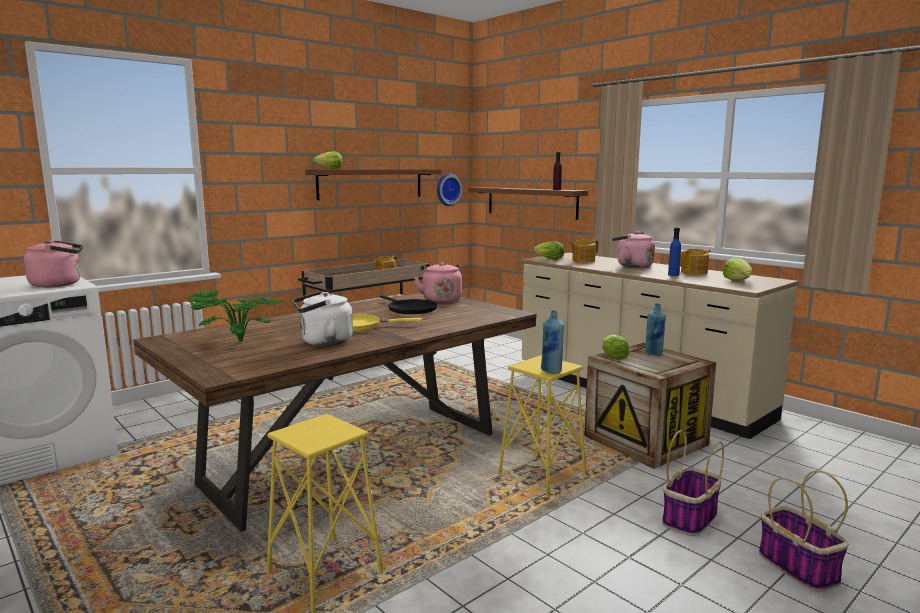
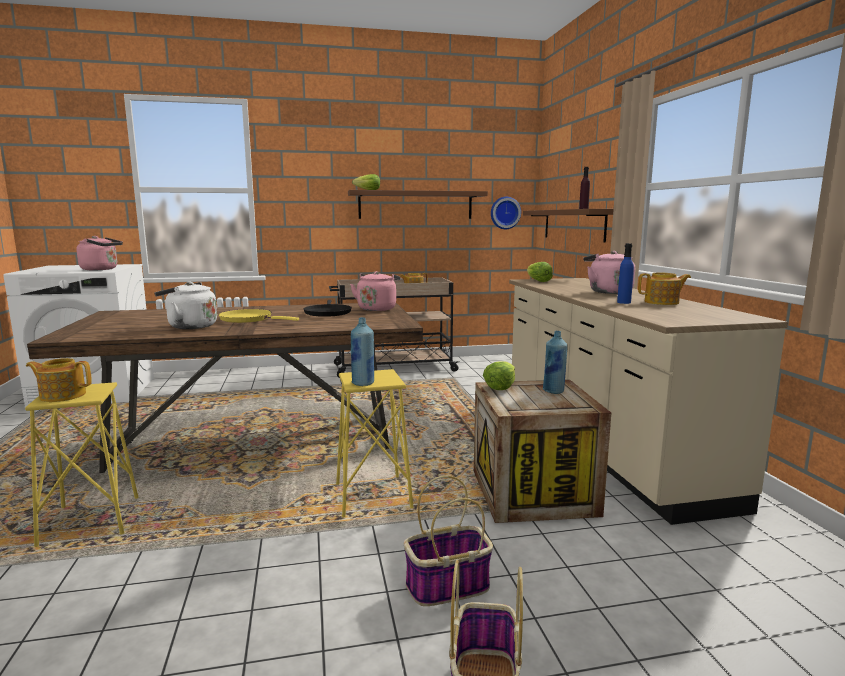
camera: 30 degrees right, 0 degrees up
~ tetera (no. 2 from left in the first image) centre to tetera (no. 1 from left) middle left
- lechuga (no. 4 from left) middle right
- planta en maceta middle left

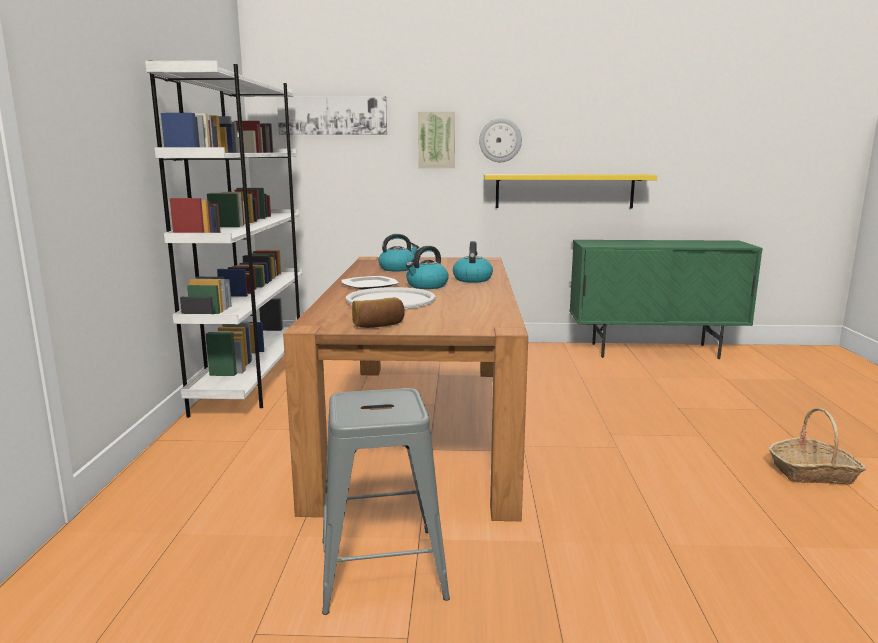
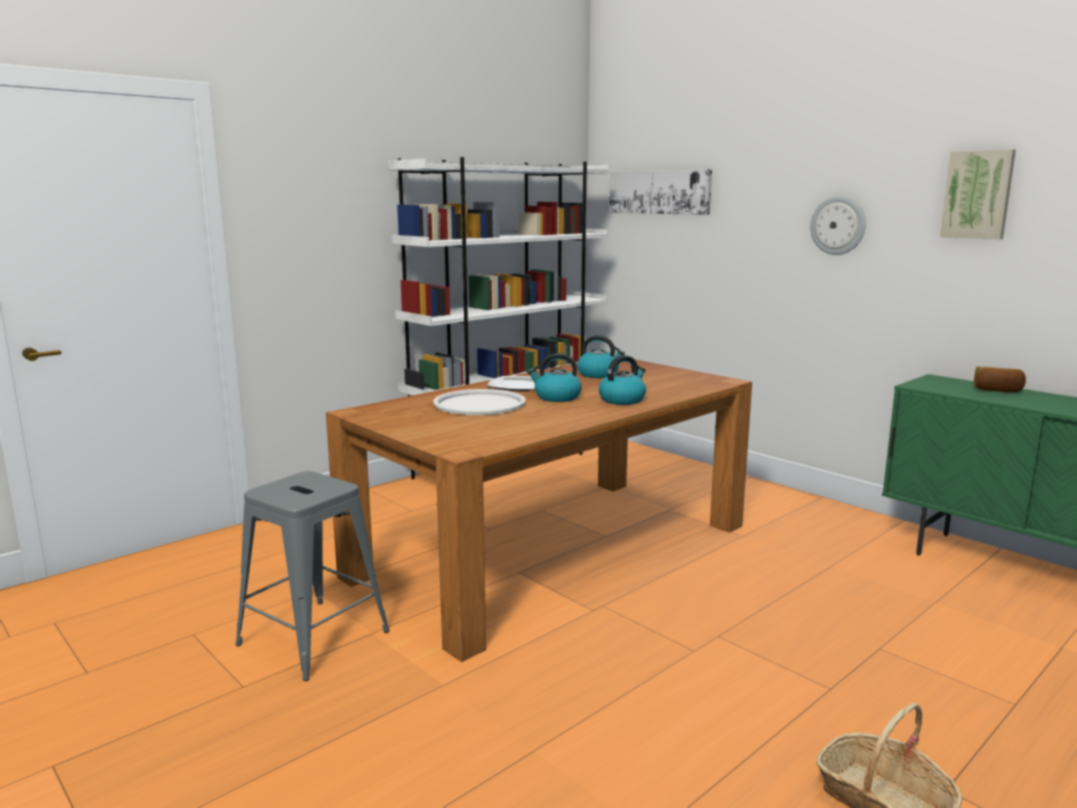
camera: 45 degrees right, 0 degrees up
~ cuadro (no. 2 from left) top centre to top right
- estante [amarillo] top centre
~ pan centre to middle right

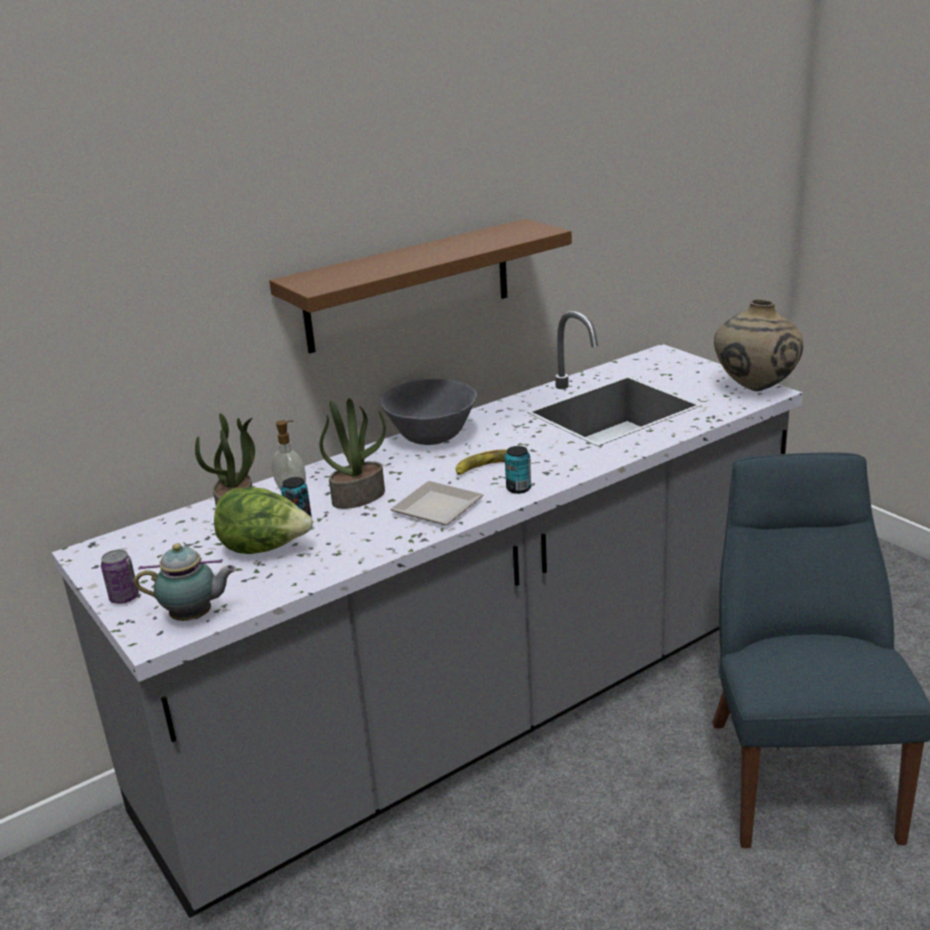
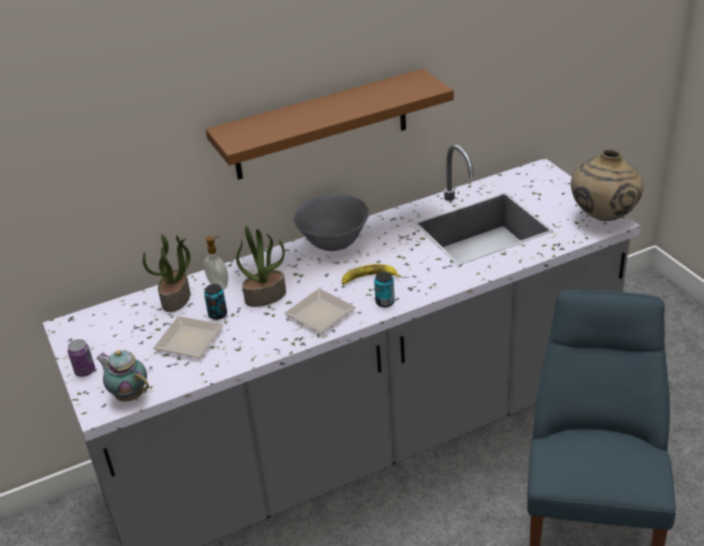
camera: 10 degrees right, 10 degrees up
~ lechuga middle left to plato (no. 1 from left) middle left
~ tetera middle left = bottom left 150 degrees counterclockwise

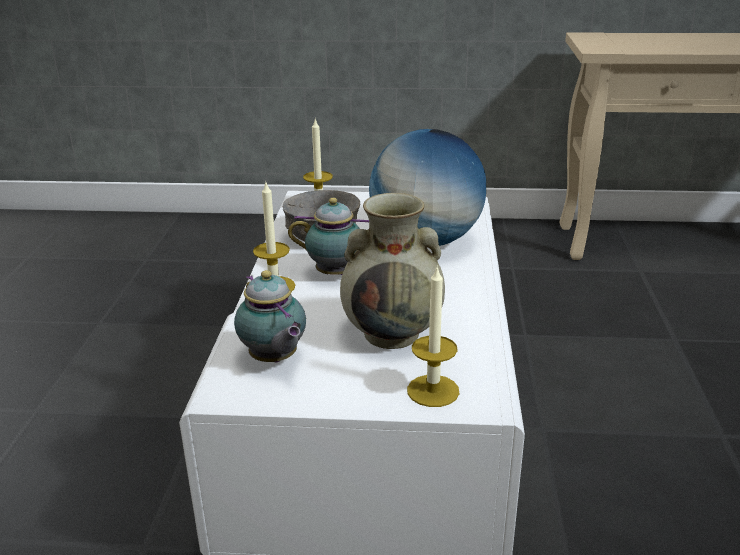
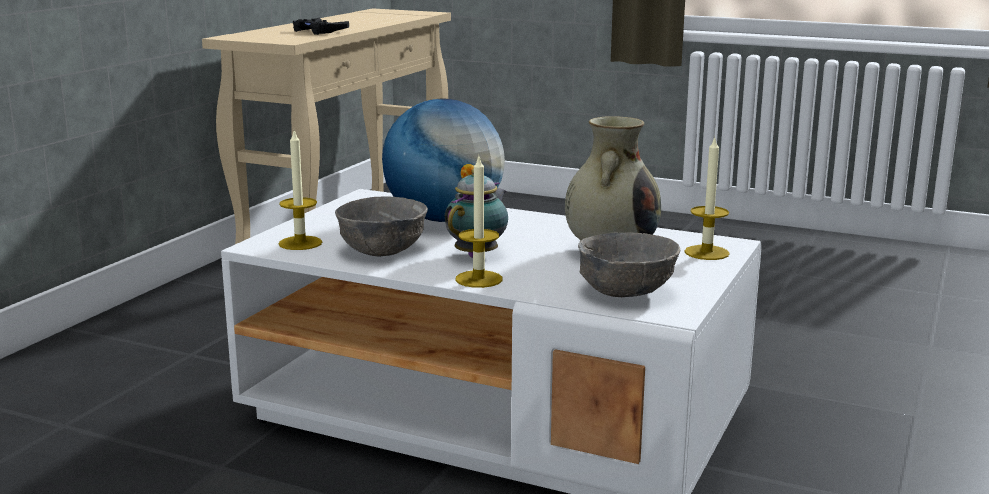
camera: 70 degrees left, 10 degrees down
~ tetera (no. 1 from left) centre to cuenco [gris] (no. 2 from left) centre
+ mando de consola [negro] top left

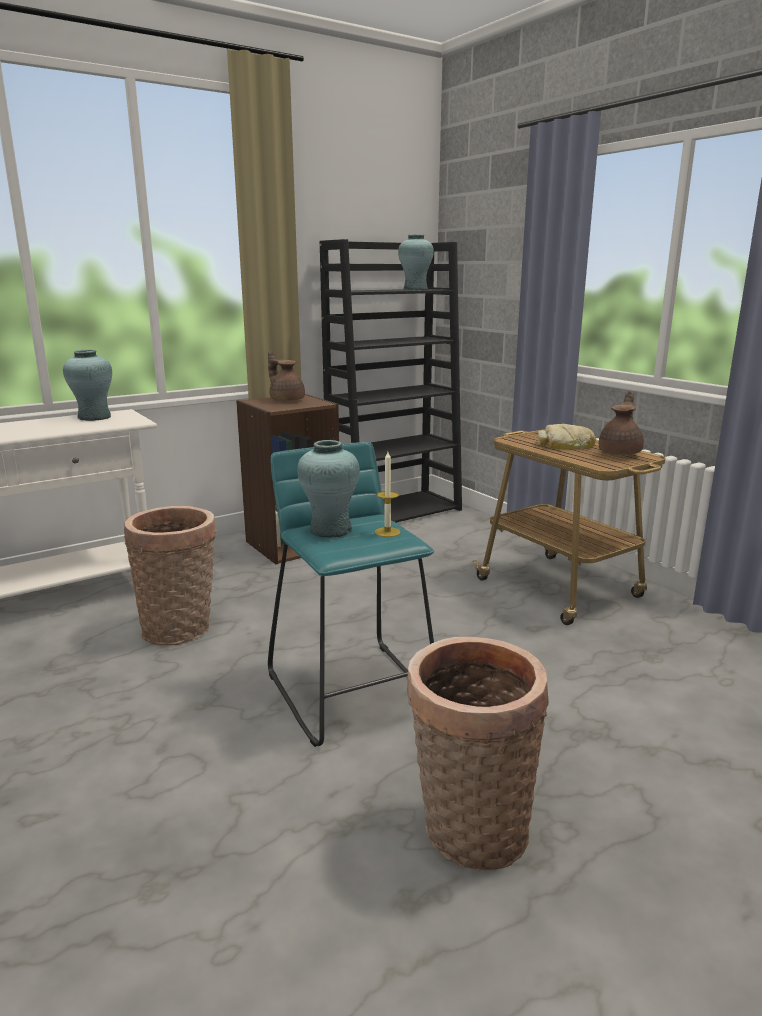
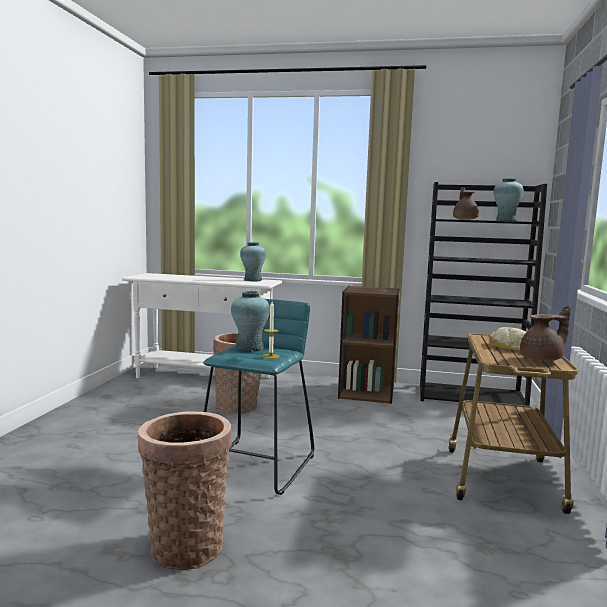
camera: 45 degrees right, 10 degrees down
~ tetera [marrón] (no. 1 from left) centre to middle right

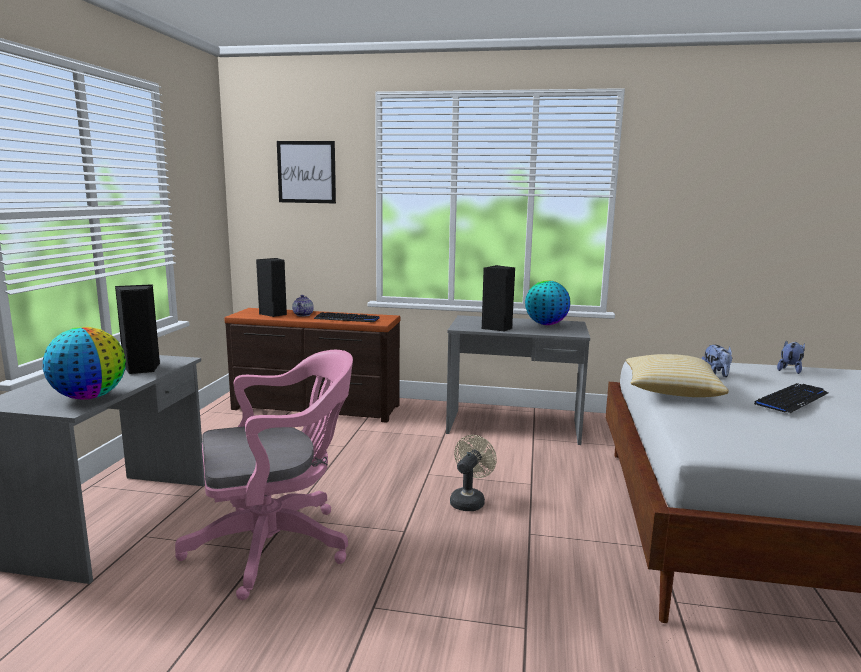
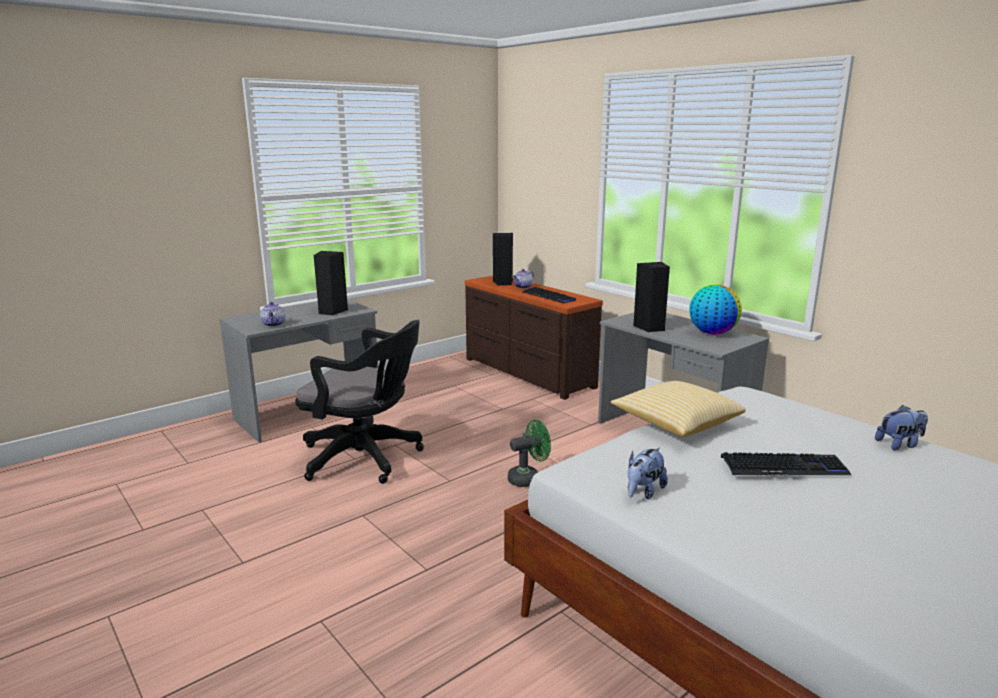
camera: 40 degrees right, 5 degrees up
- cuadro top centre
~ globo terráqueo (no. 1 from left) middle left to tetera (no. 1 from left) middle left
~ peluche (no. 1 from left) middle right to bottom centre
~ silla de oficina [rosa] bottom left to silla de oficina [negro] centre
~ ventilador [beis] bottom centre to ventilador [verde] centre

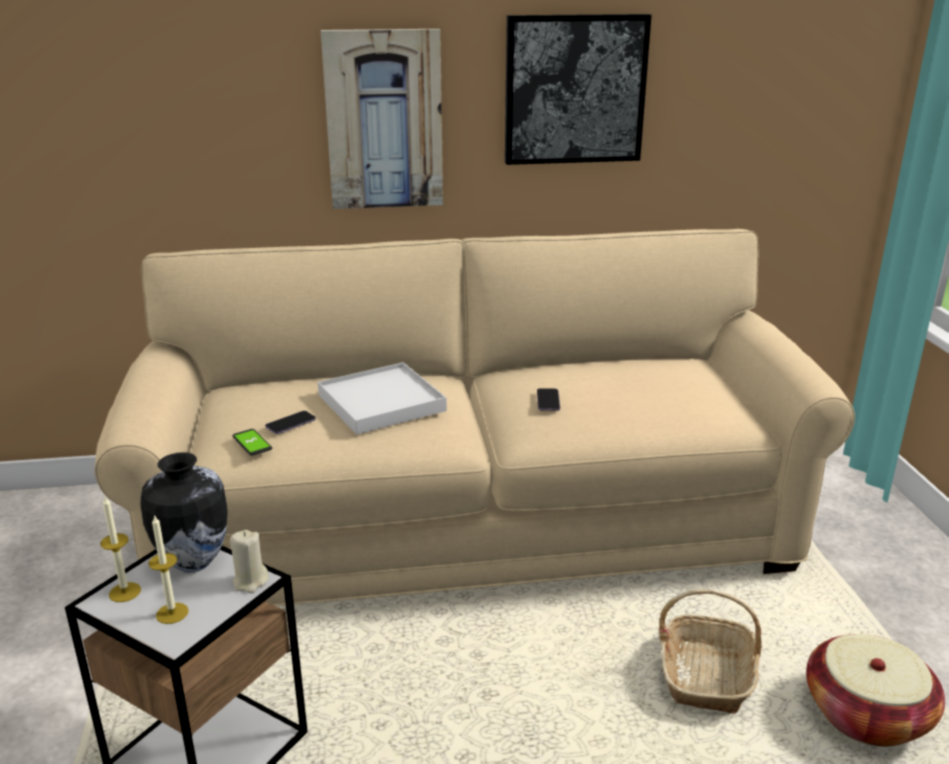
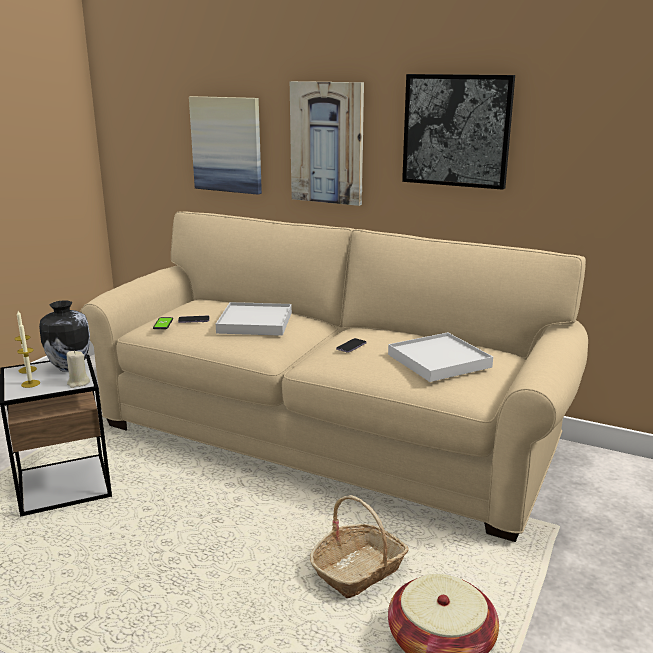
camera: 35 degrees right, 5 degrees down
+ cuadro (no. 1 from left) top centre
+ bandeja [blanco] (no. 2 from left) middle right

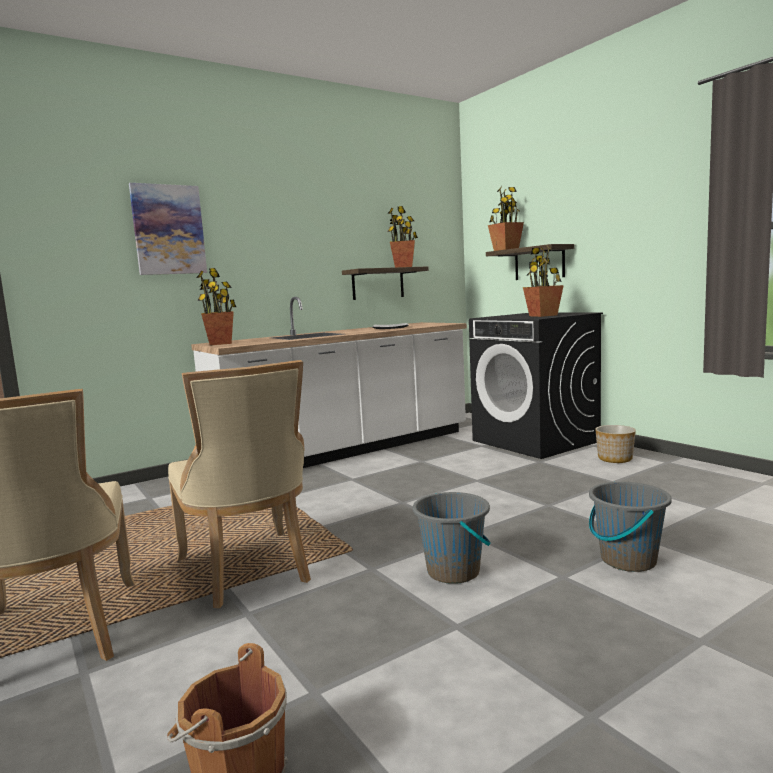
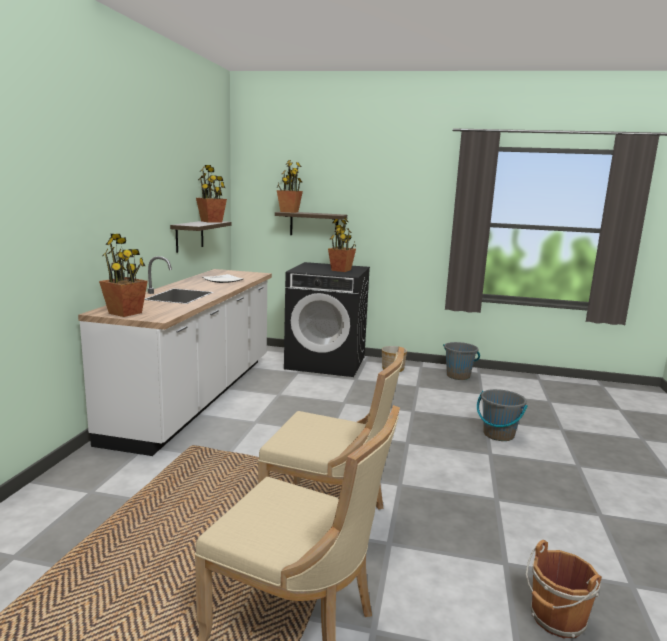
camera: 45 degrees left, 5 degrees up
- cuadro top left
~ cubo [gris] (no. 1 from left) bottom centre to middle right

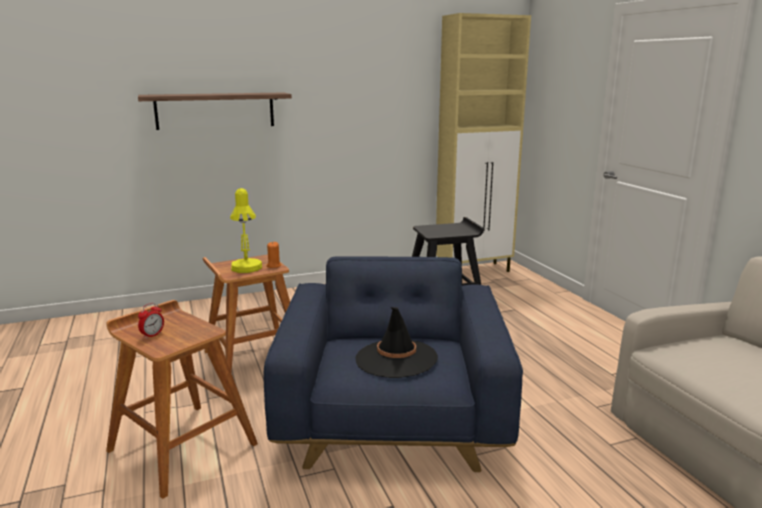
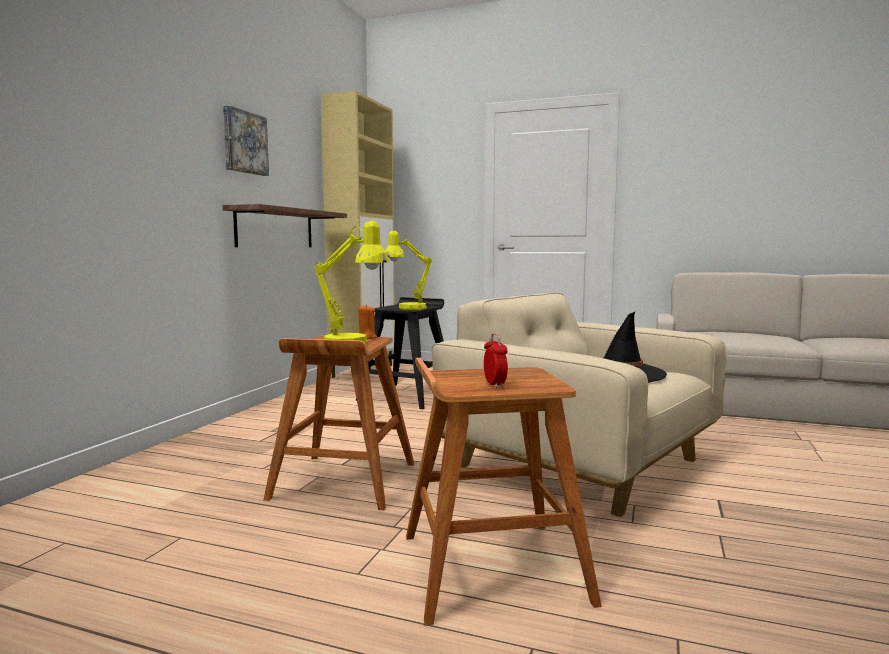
camera: 50 degrees left, 10 degrees down
~ estante top left to middle left
~ sillón [azul] bottom centre to sillón [beis] centre
+ cuadro top left
+ lámpara de mesa [amarillo] (no. 2 from left) centre

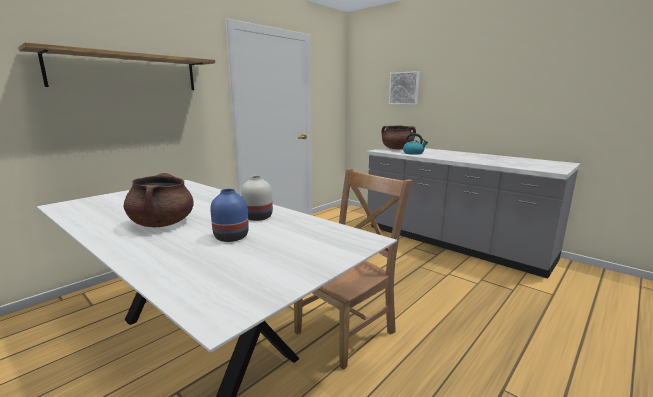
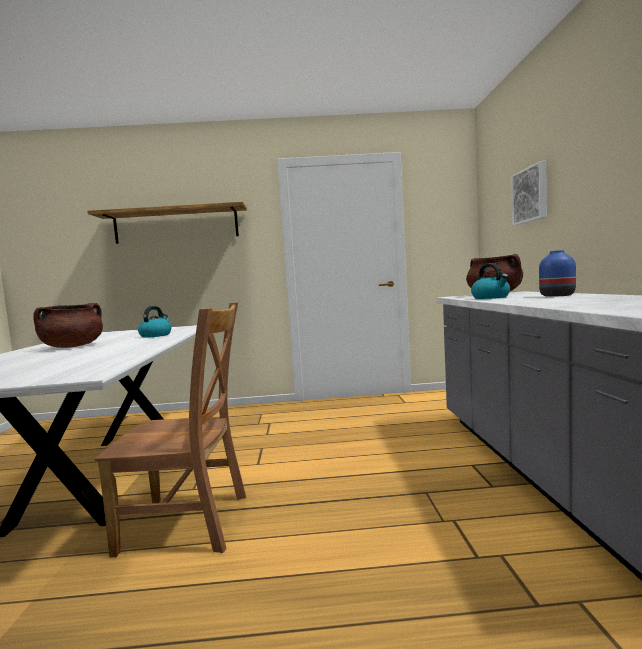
camera: 45 degrees right, 10 degrees down
- florero [blanco] centre
~ florero [azul] centre to middle right
+ hervidor (no. 1 from left) middle left

